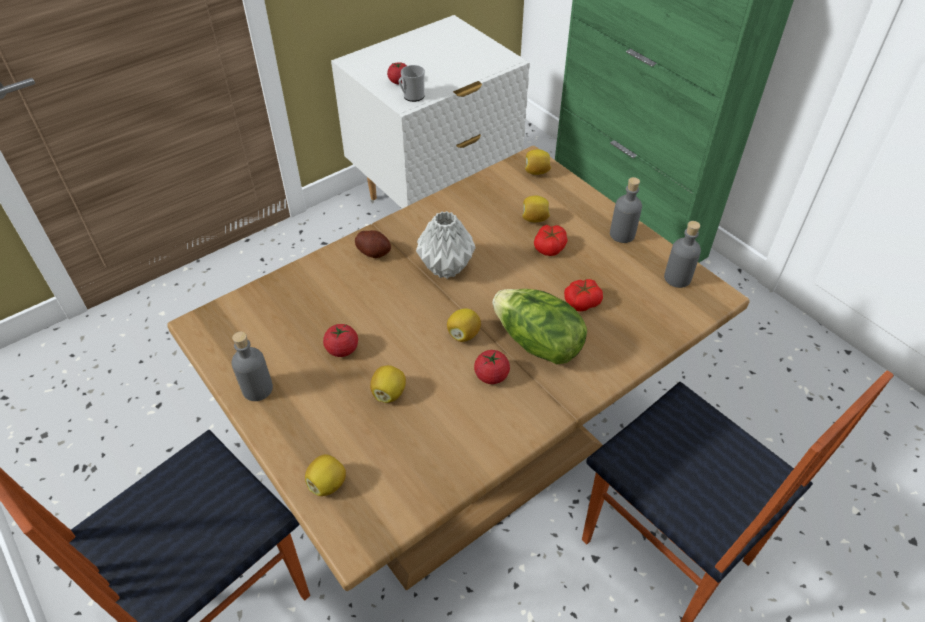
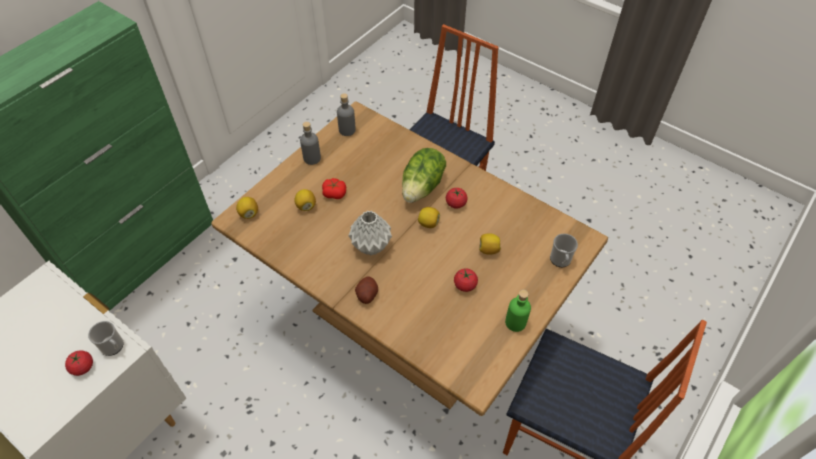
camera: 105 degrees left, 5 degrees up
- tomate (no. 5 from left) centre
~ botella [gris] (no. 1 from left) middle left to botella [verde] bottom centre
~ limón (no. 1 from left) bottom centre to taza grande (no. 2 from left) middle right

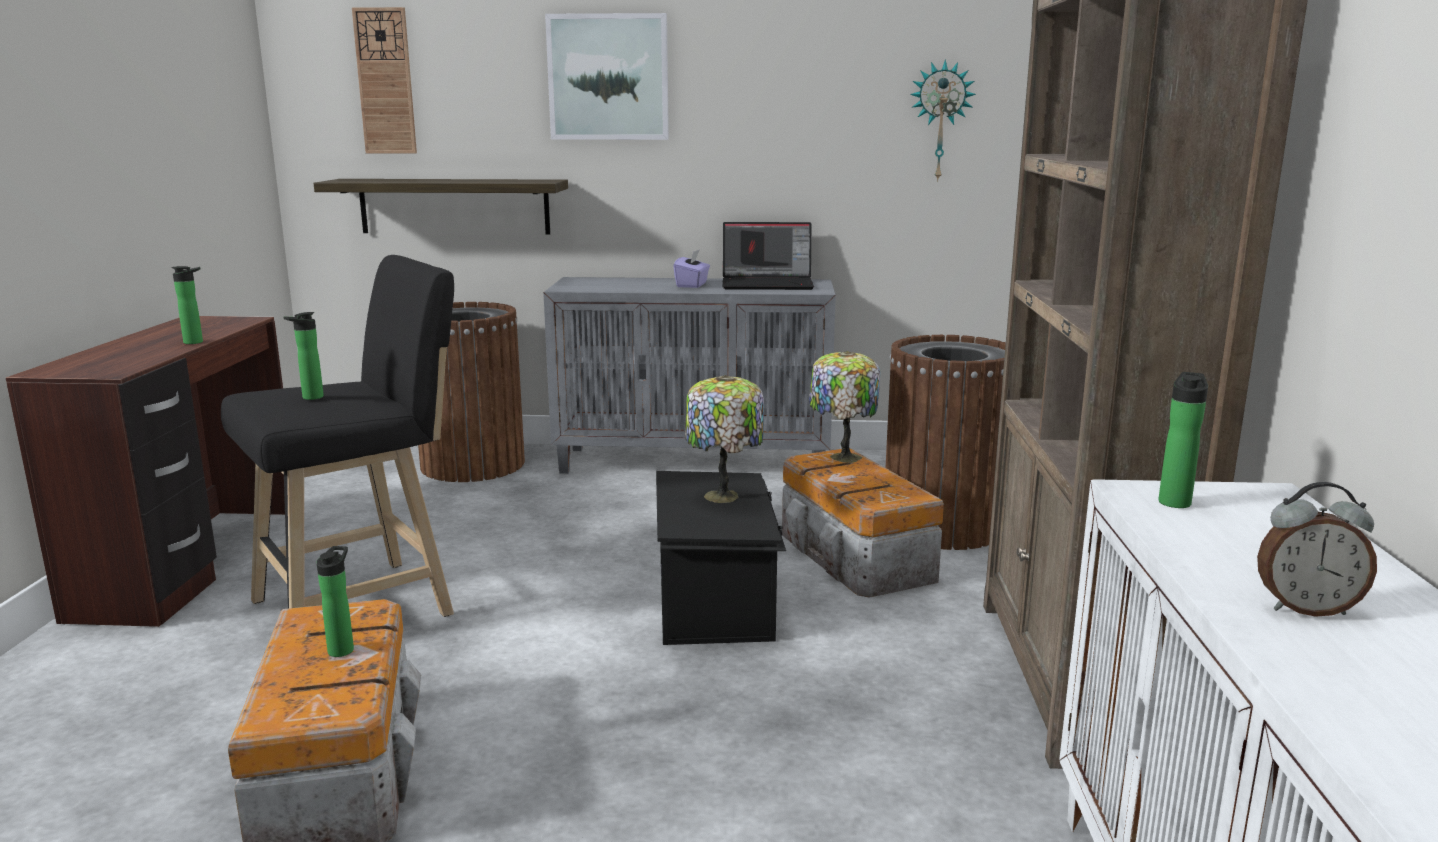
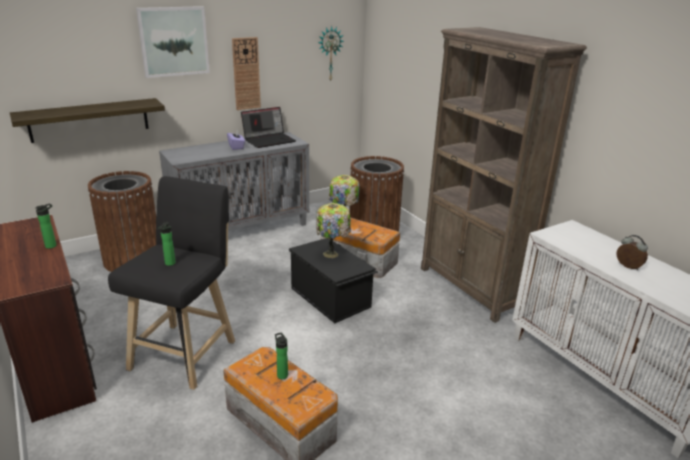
camera: 35 degrees left, 10 degrees up
~ reloj de pared (no. 1 from left) top left to top centre
- botella (no. 4 from left) middle right
~ despertador middle right = middle right 105 degrees counterclockwise

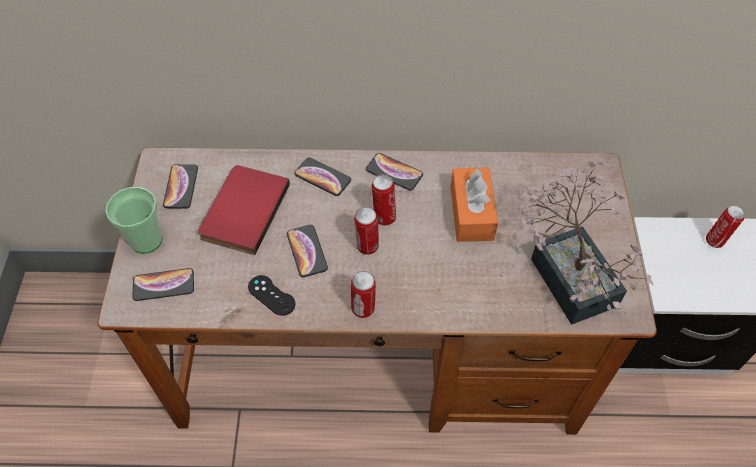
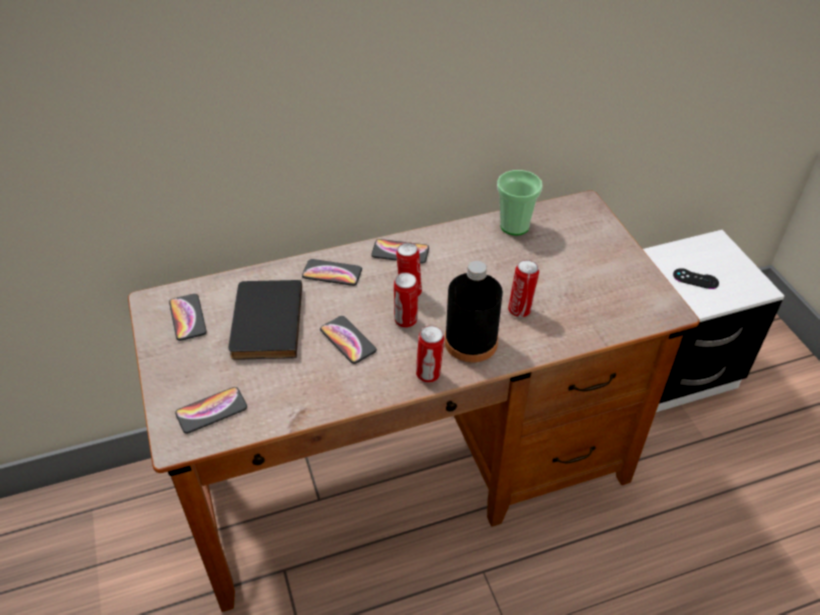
camera: 20 degrees left, 10 degrees down
- planta en maceta middle right
~ libro [rojo] middle left to libro [negro] middle left
- caja de pañuelos [naranja] centre
~ taza middle left to top centre
~ lata (no. 4 from left) middle right to centre
~ mando de consola [negro] centre to middle right
+ botella [negro] centre

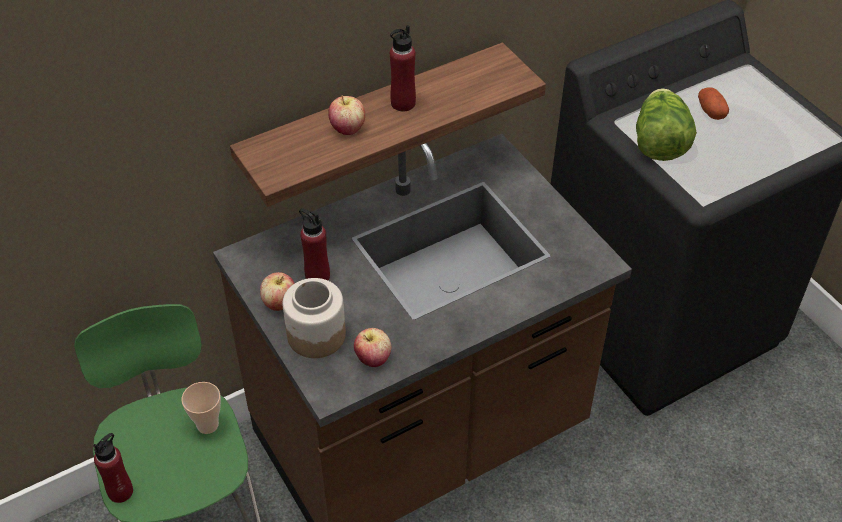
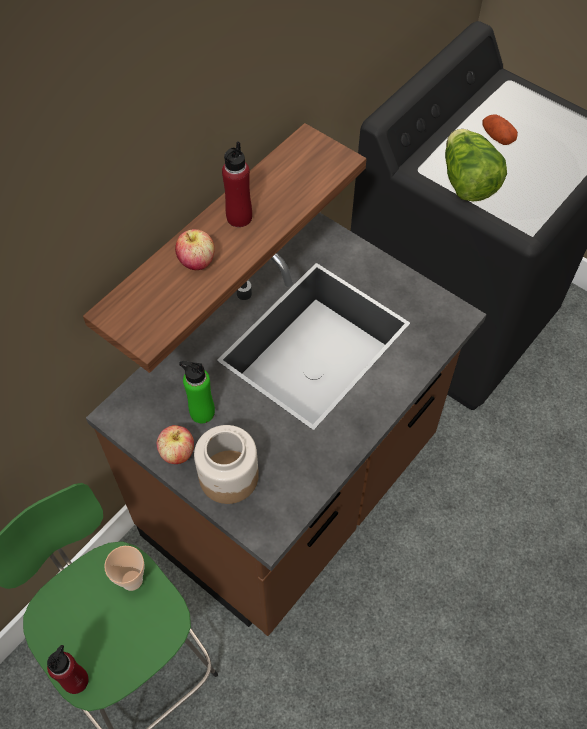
camera: 20 degrees left, 10 degrees up
~ botella [rojo] (no. 2 from left) centre to botella [verde] centre
- manzana (no. 3 from left) centre

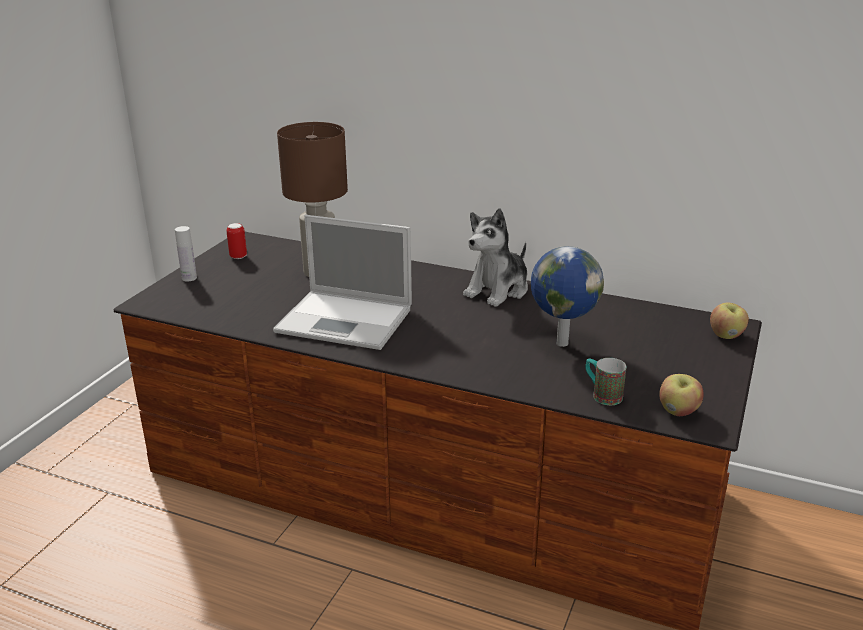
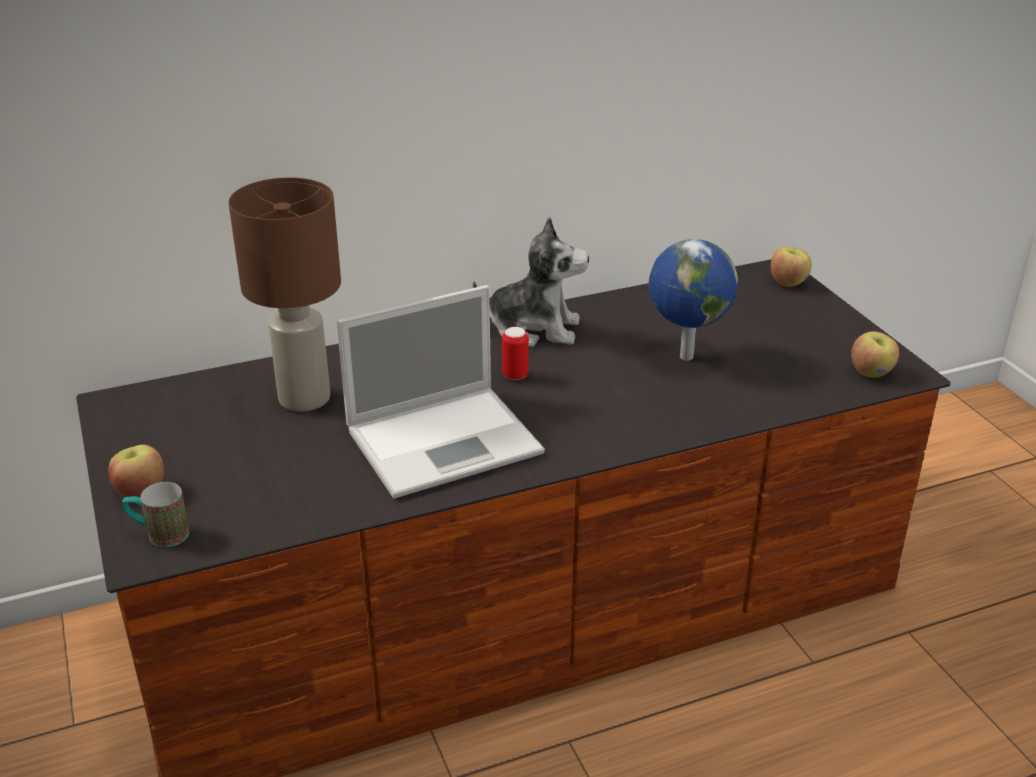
camera: 45 degrees left, 5 degrees up
~ peluche centre = centre 75 degrees counterclockwise
~ lata middle left to centre
~ botella [blanco] middle left to manzana (no. 1 from left) middle left
~ taza grande middle right to middle left

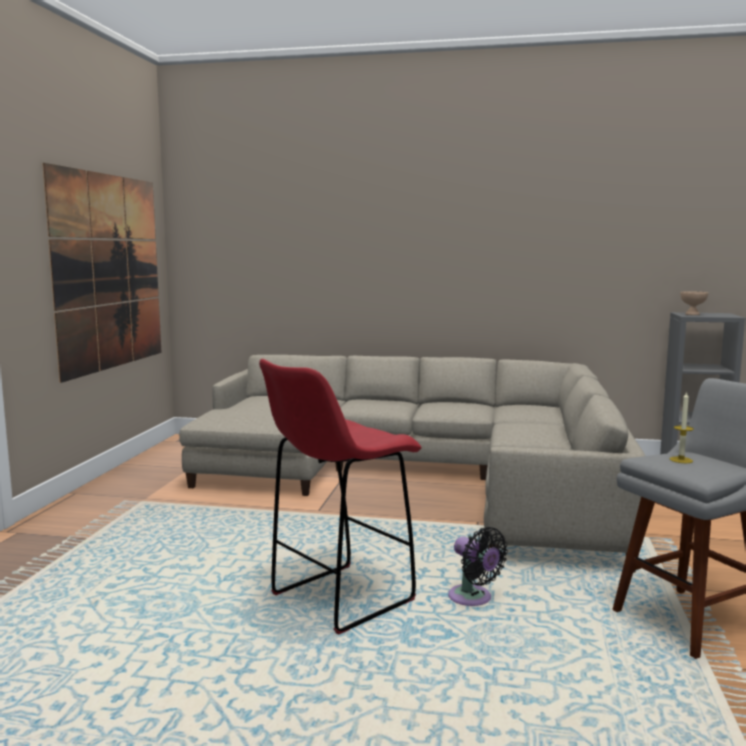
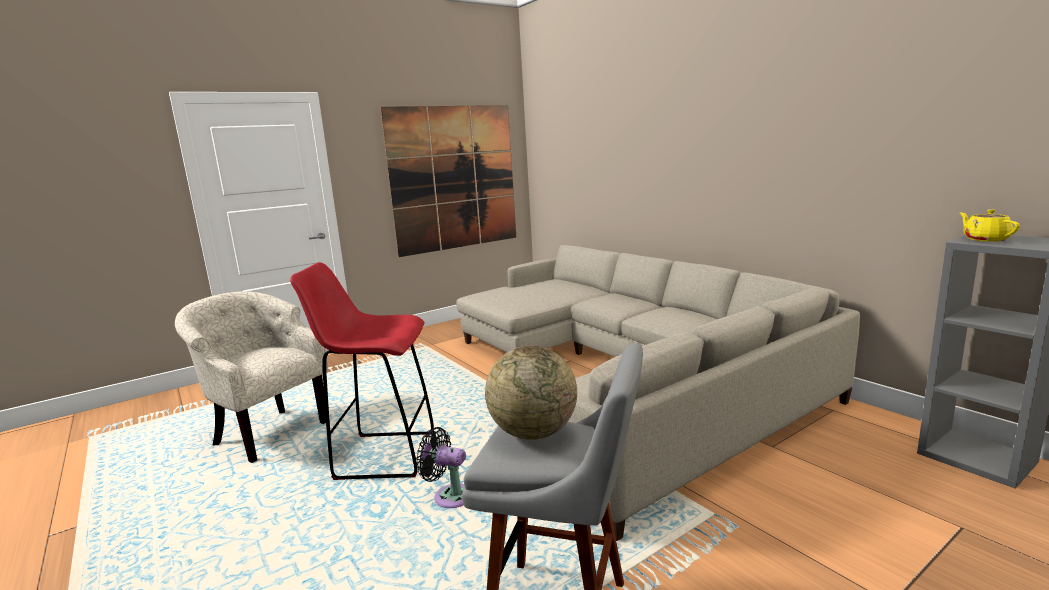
camera: 45 degrees right, 5 degrees up
~ cuenco [beis] middle right to tetera [amarillo] middle right
~ vela middle right to globo terráqueo centre
~ ventilador [negro] bottom centre = bottom centre 105 degrees clockwise
+ sillón [beis] middle left

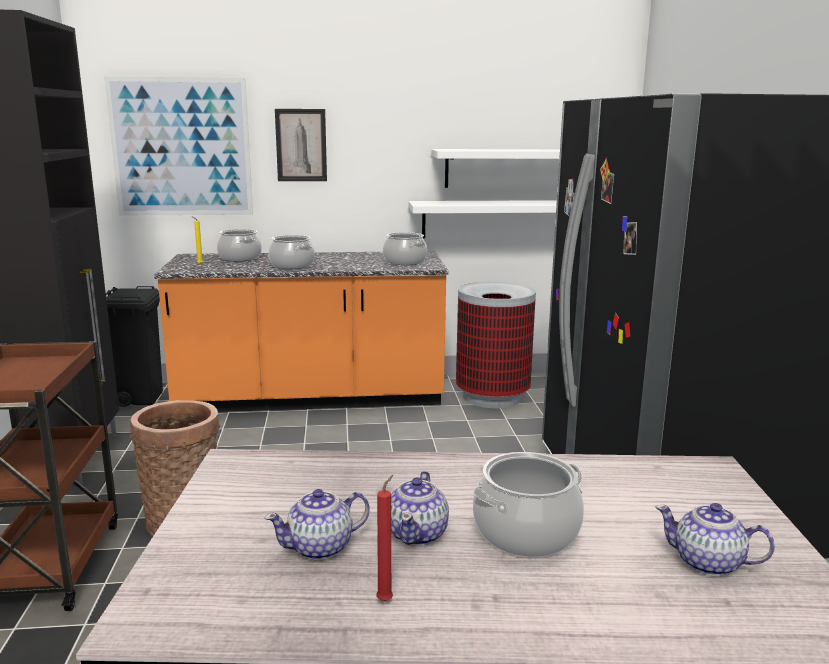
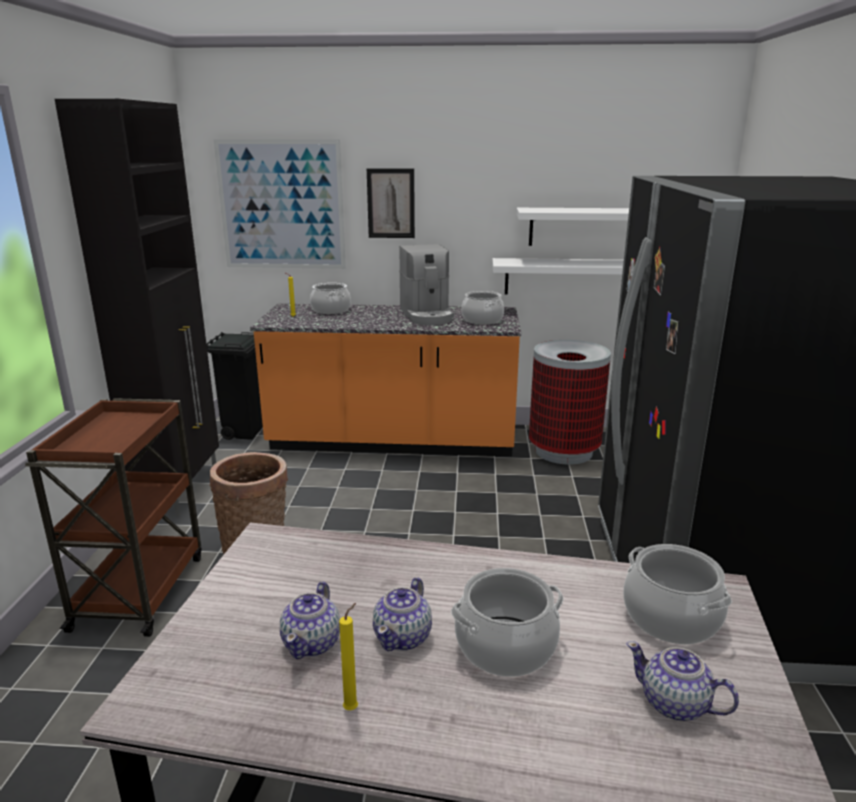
camera: 10 degrees right, 5 degrees up
~ olla (no. 2 from left in the first image) centre to olla (no. 4 from left) bottom right
~ vela [rojo] bottom centre to vela [amarillo] (no. 2 from left) bottom centre
~ tetera (no. 1 from left) bottom centre = bottom centre 60 degrees counterclockwise
+ cafetera centre

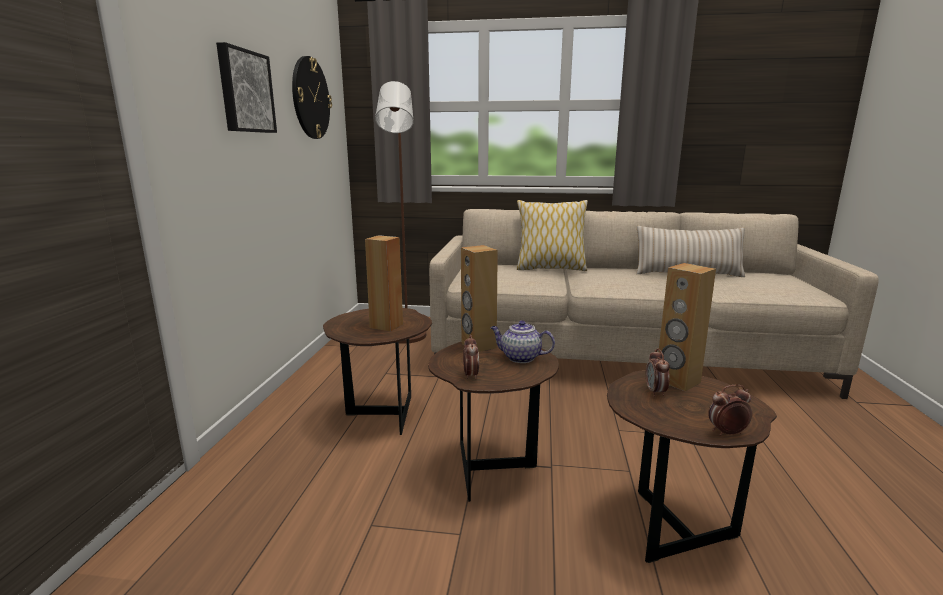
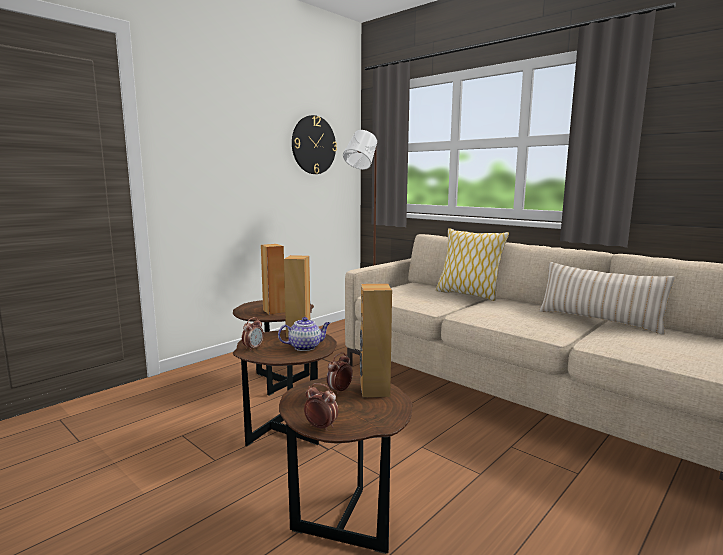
camera: 35 degrees right, 5 degrees down
- cuadro top left
~ tetera centre = centre 105 degrees clockwise

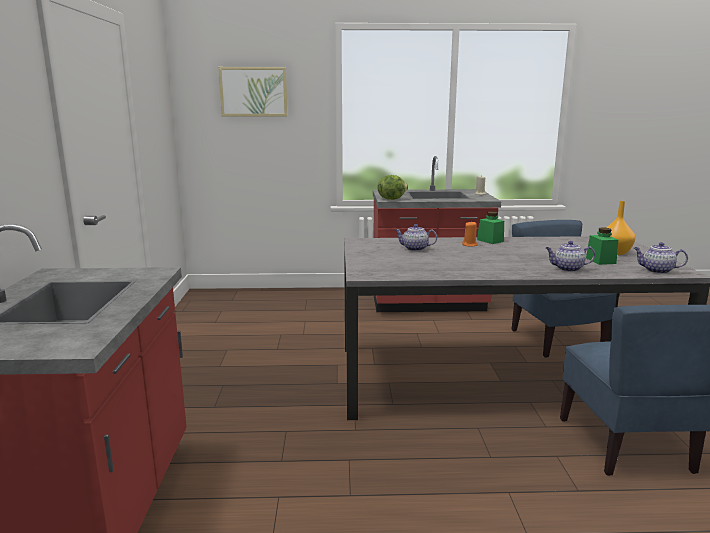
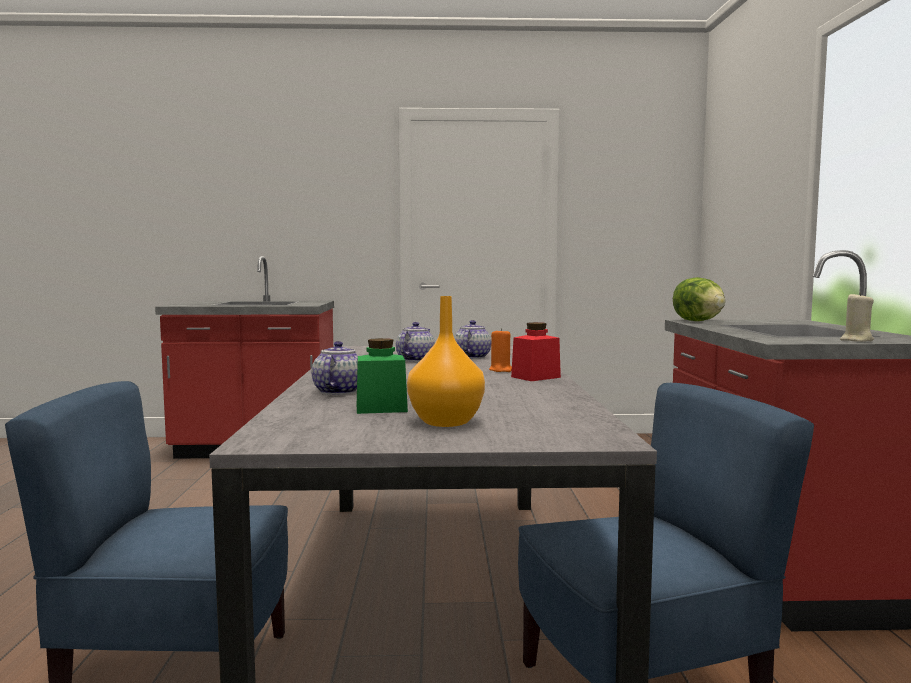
camera: 90 degrees right, 10 degrees down
- cuadro top centre
~ tarro [verde] (no. 1 from left) middle right to tarro [rojo] centre
~ tetera (no. 3 from left in the first image) middle right to tetera (no. 2 from left) centre

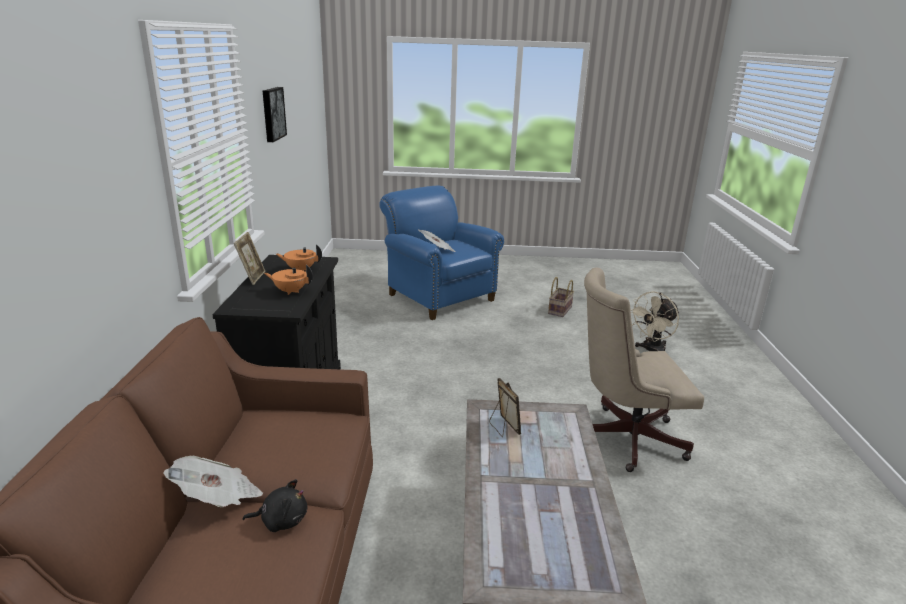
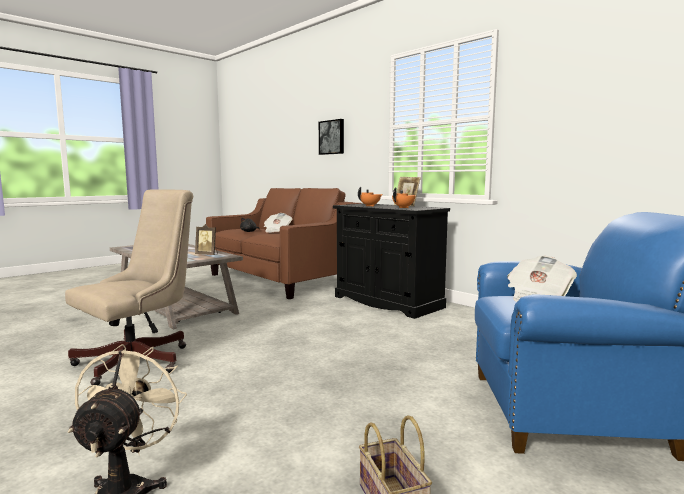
camera: 135 degrees right, 15 degrees down
~ cuadro top left to top centre

